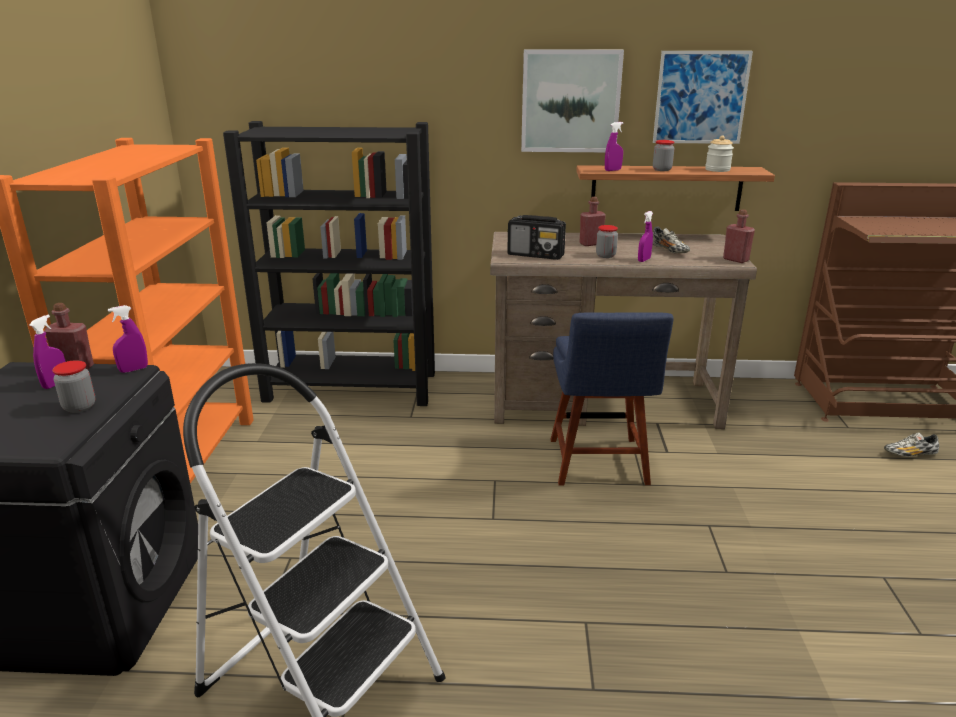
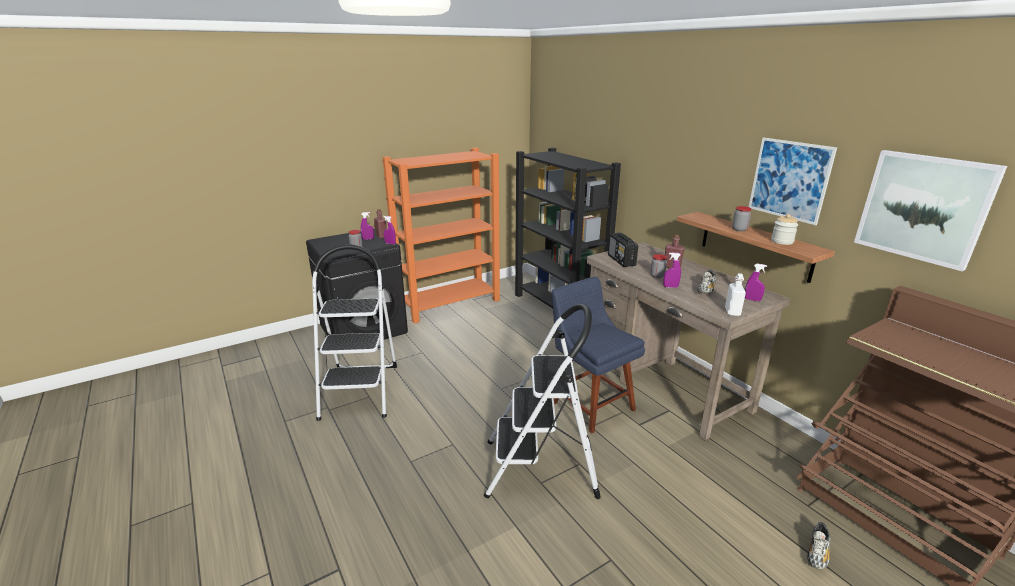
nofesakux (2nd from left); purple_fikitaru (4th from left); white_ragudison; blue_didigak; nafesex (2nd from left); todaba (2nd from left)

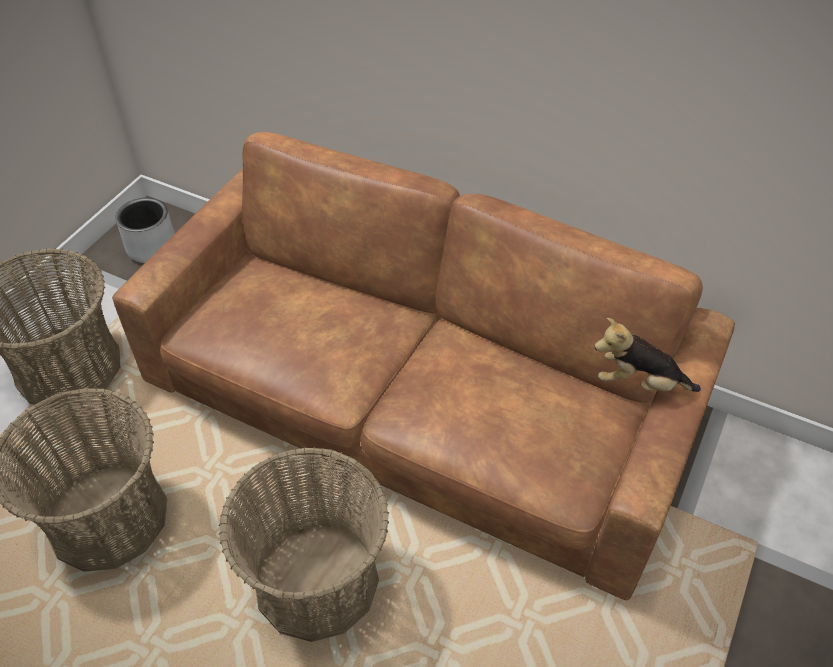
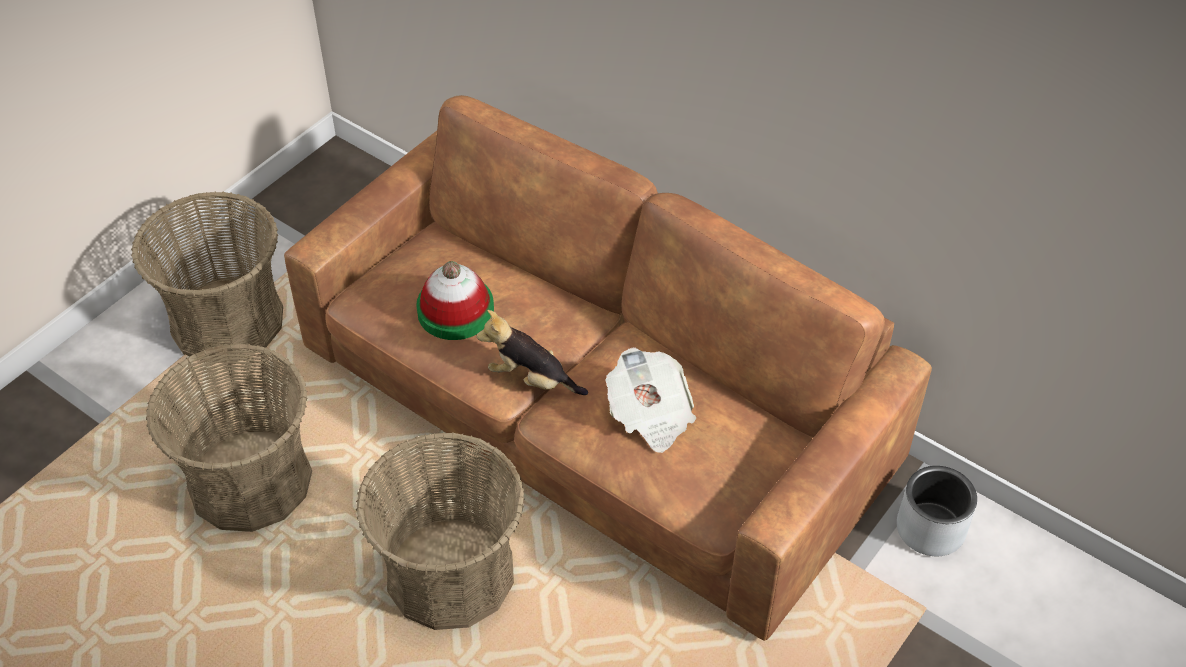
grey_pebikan; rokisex; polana; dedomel

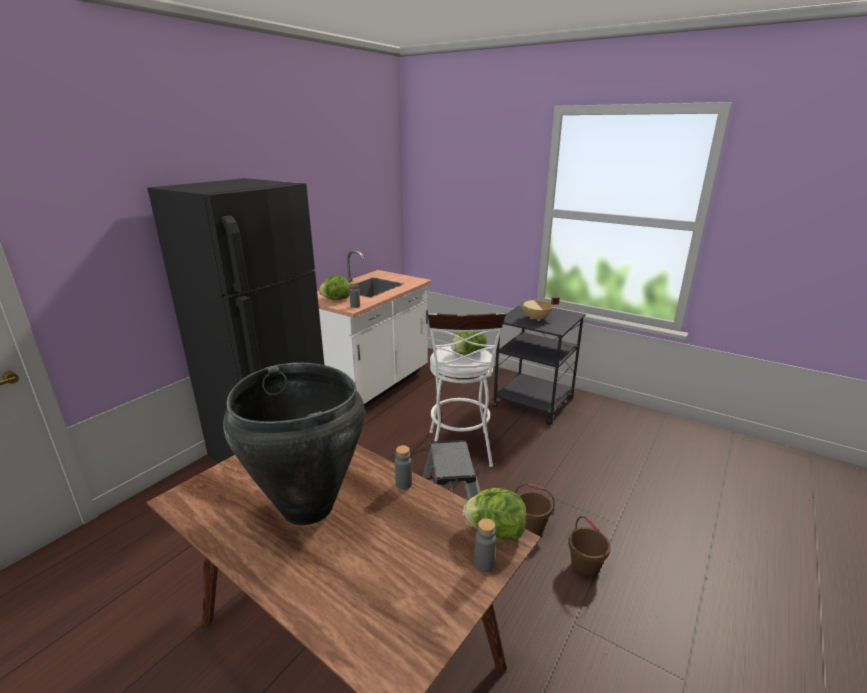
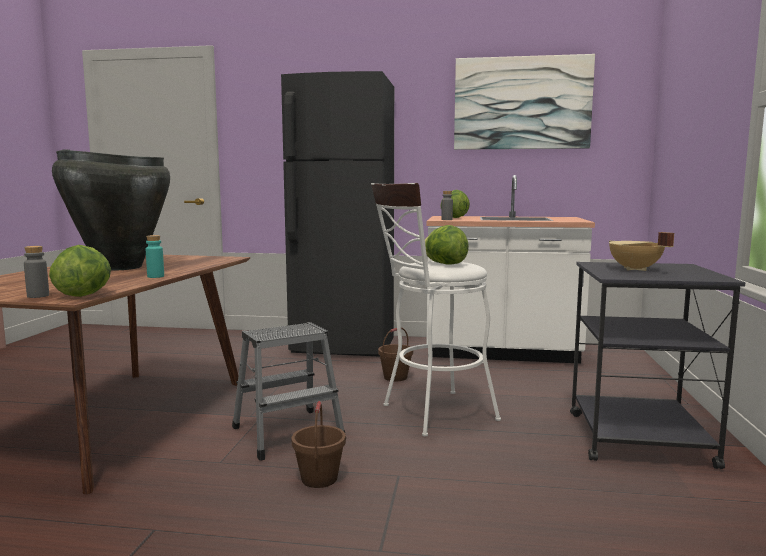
turquoise_ragudison; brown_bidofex (2nd from left); nofesakux

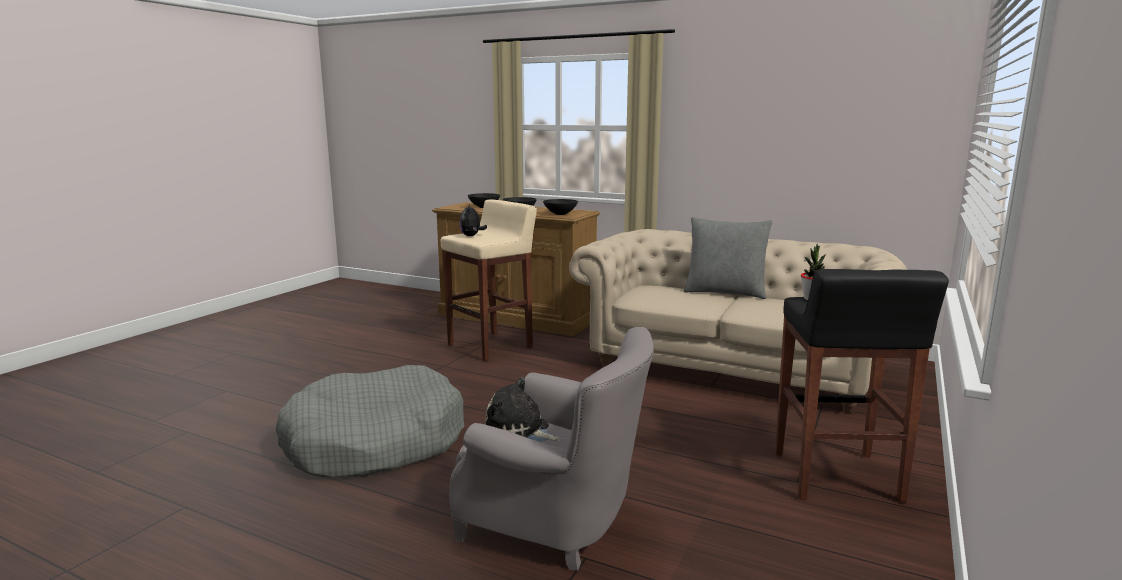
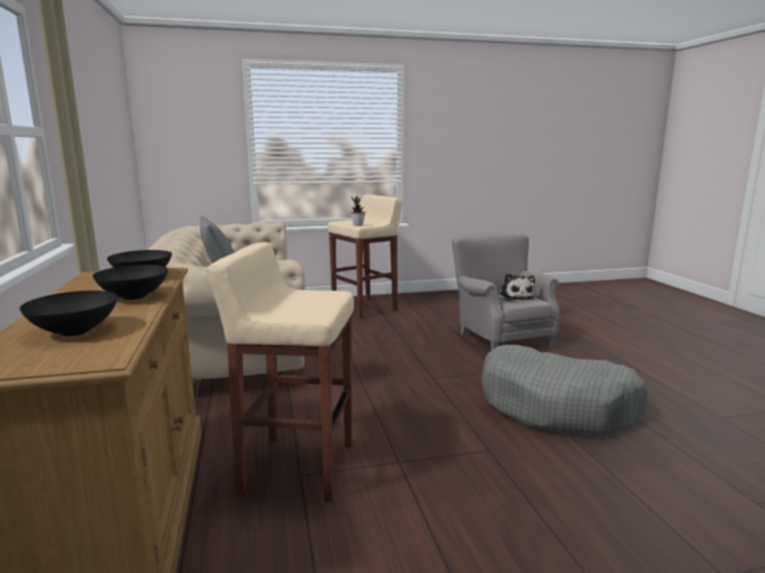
rokisex (1st from left in the first image); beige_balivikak (2nd from left)

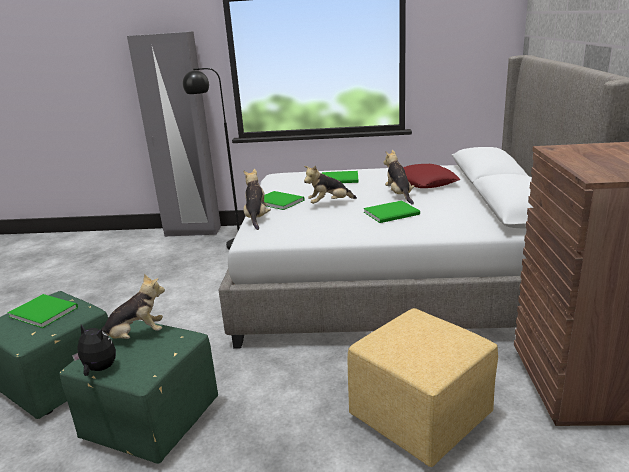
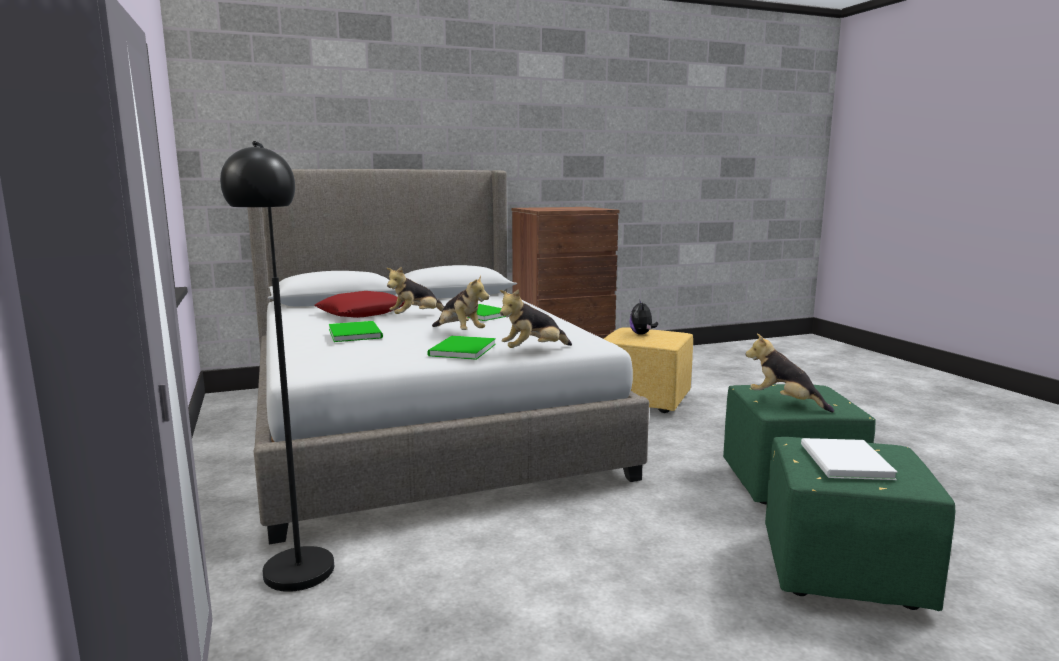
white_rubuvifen; rokisex (4th from left)

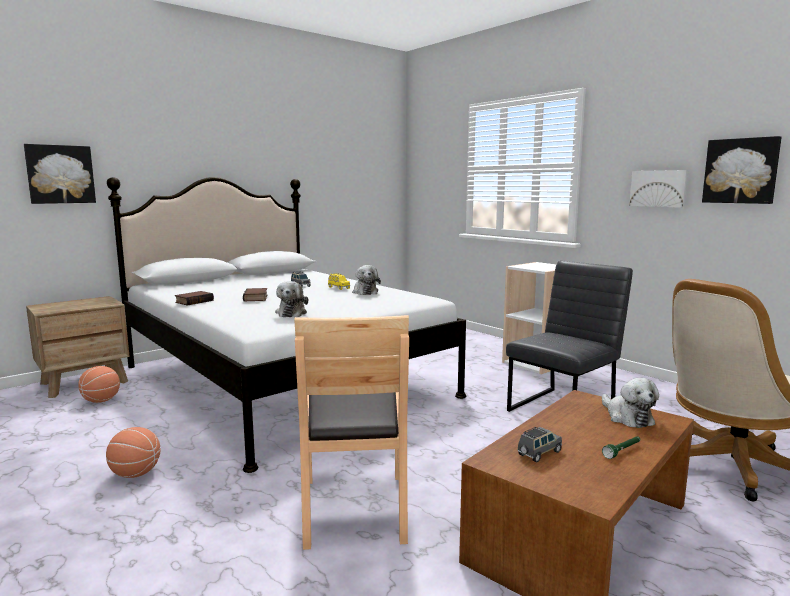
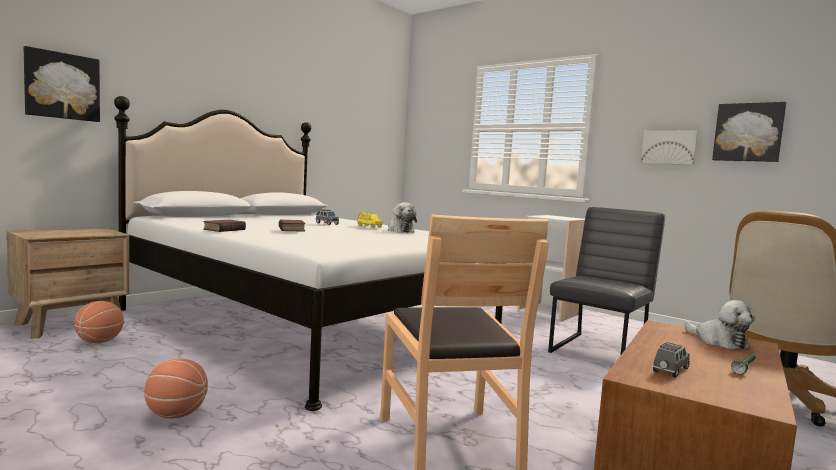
rokisex (1st from left in the first image)

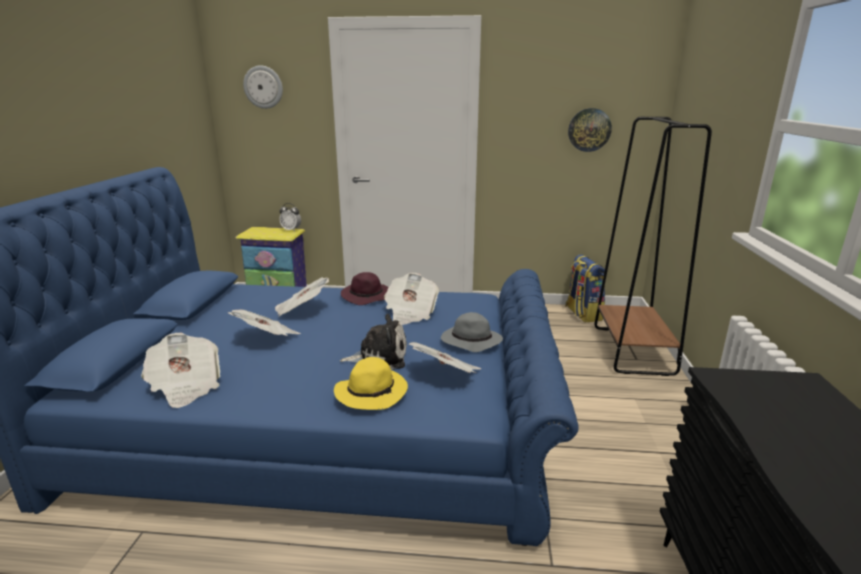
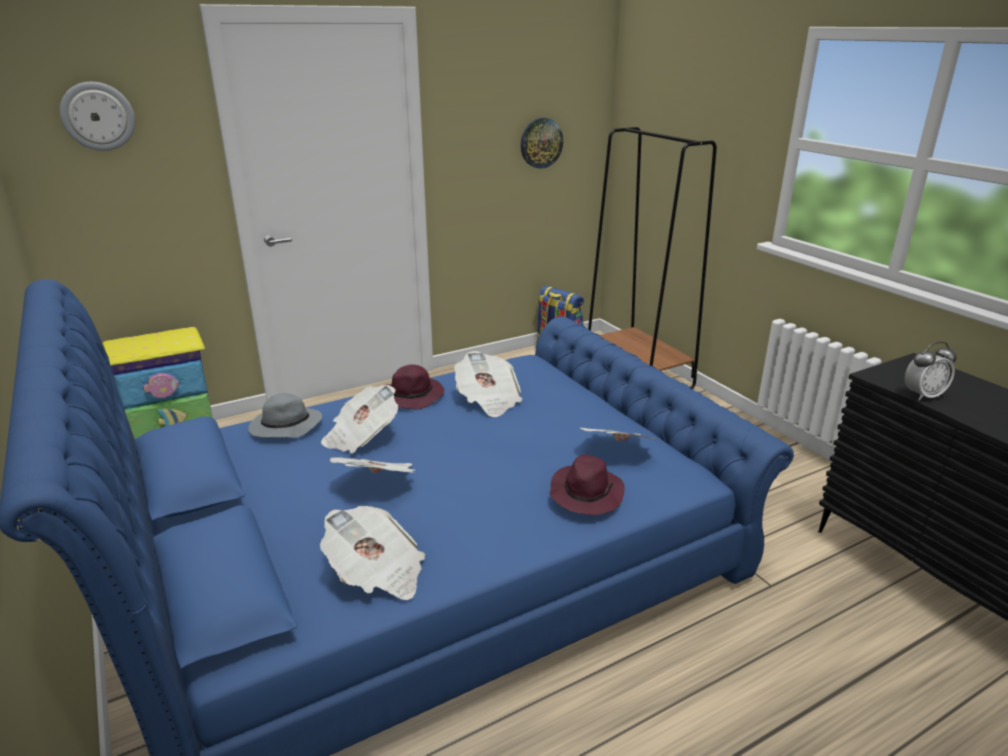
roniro; grey_polana; rokisex; purple_polana (2nd from left)

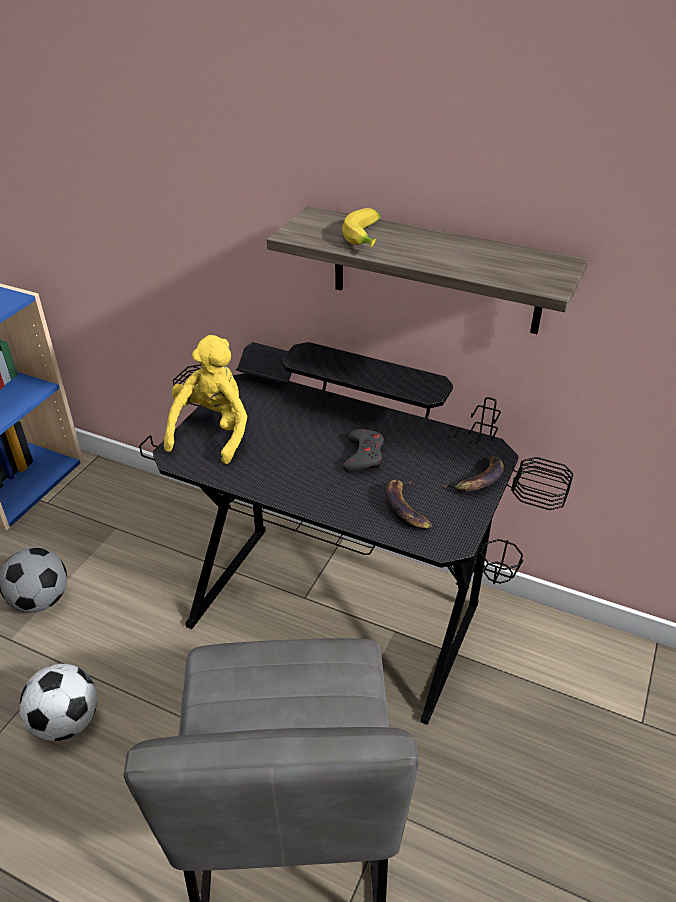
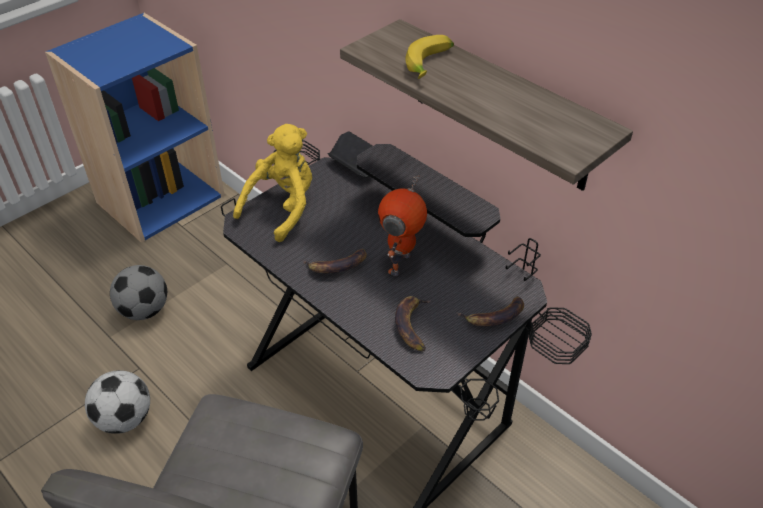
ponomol; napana (1st from left)

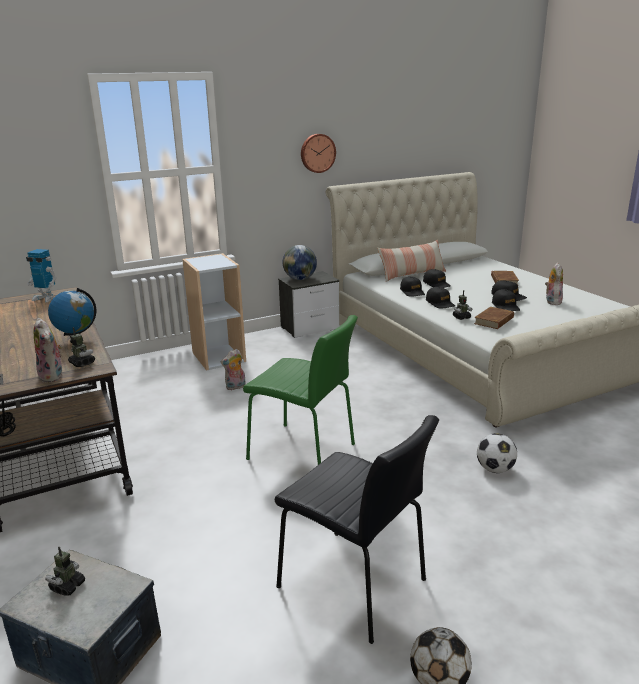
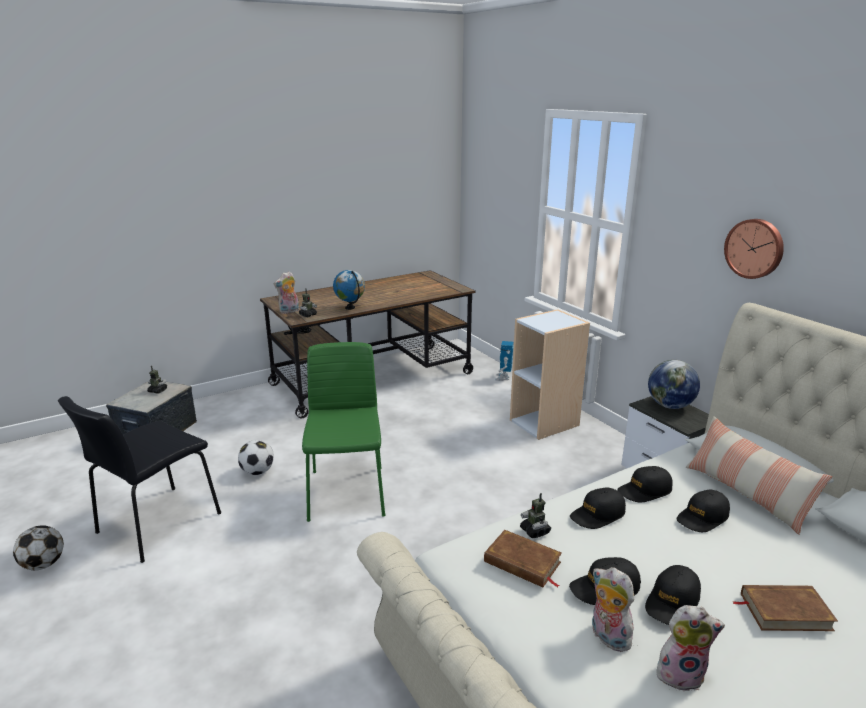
ponomol (3rd from left); green_didigak; rokisex (2nd from left); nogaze (2nd from left)

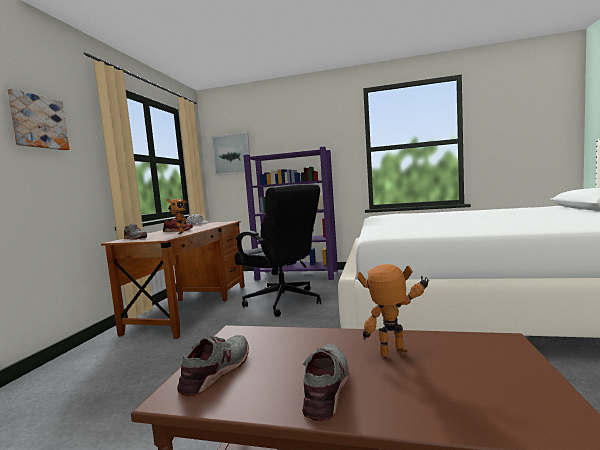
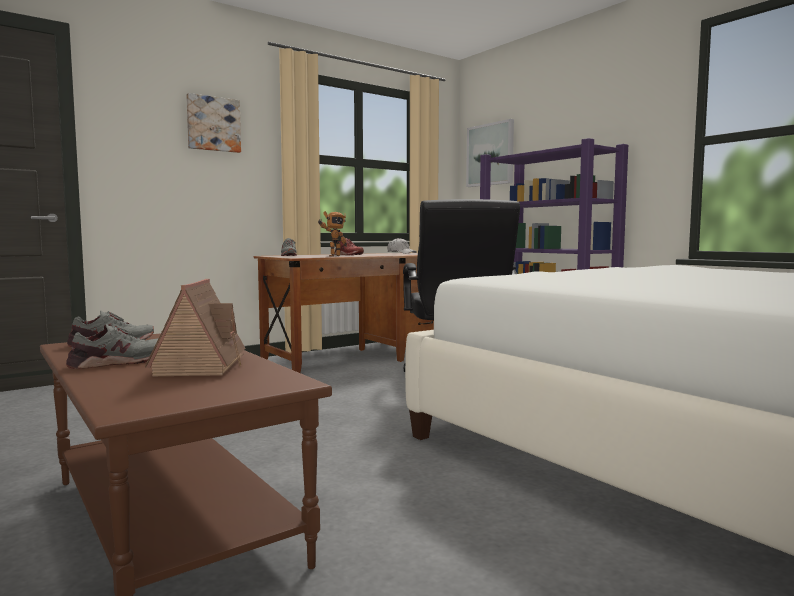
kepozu

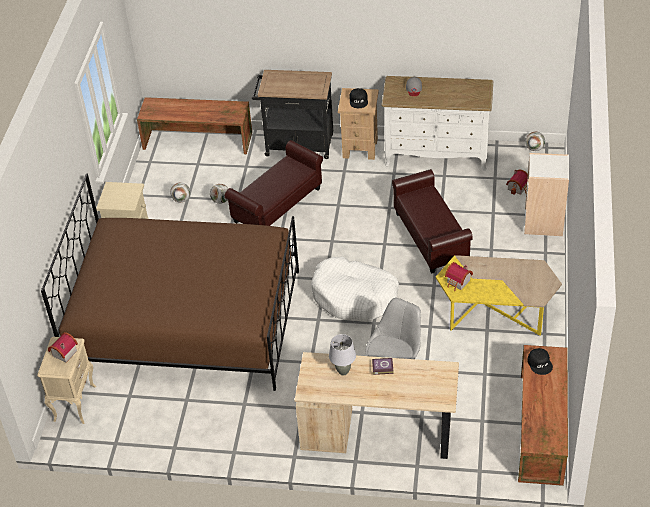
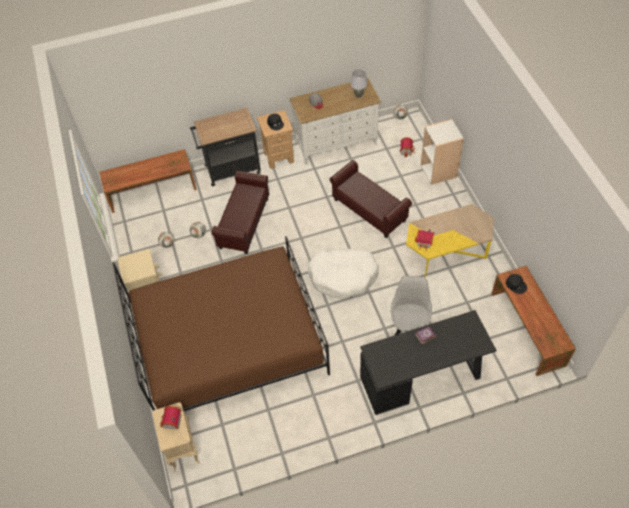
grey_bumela; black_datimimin

